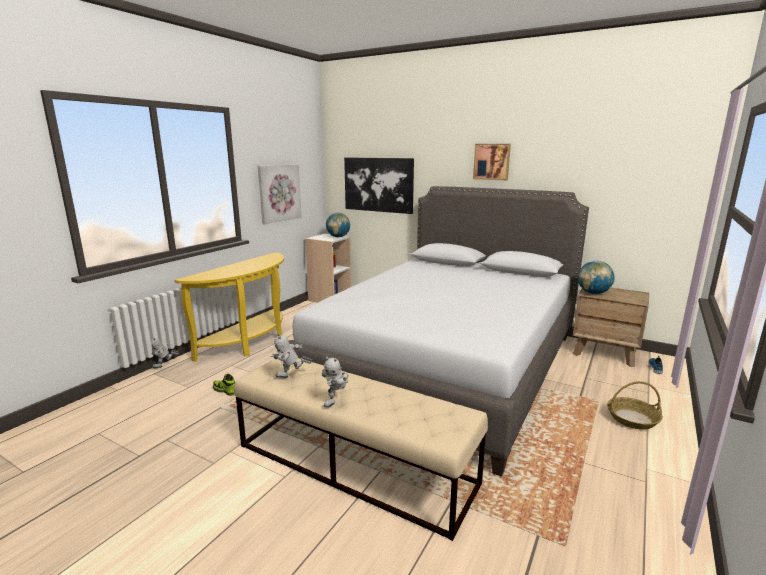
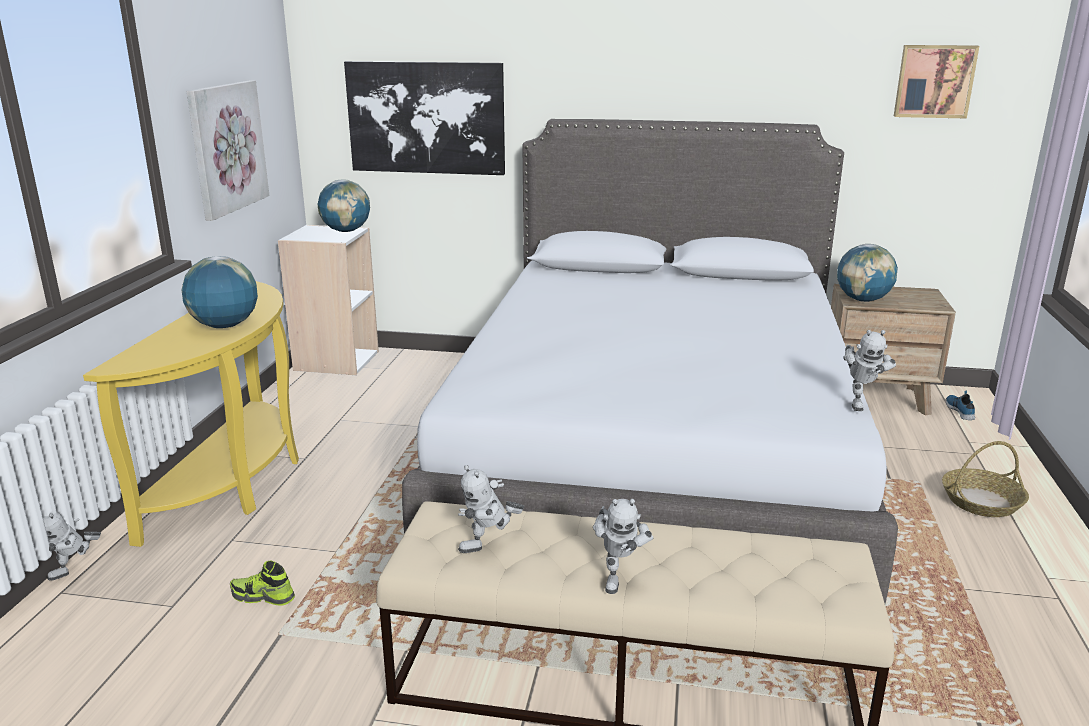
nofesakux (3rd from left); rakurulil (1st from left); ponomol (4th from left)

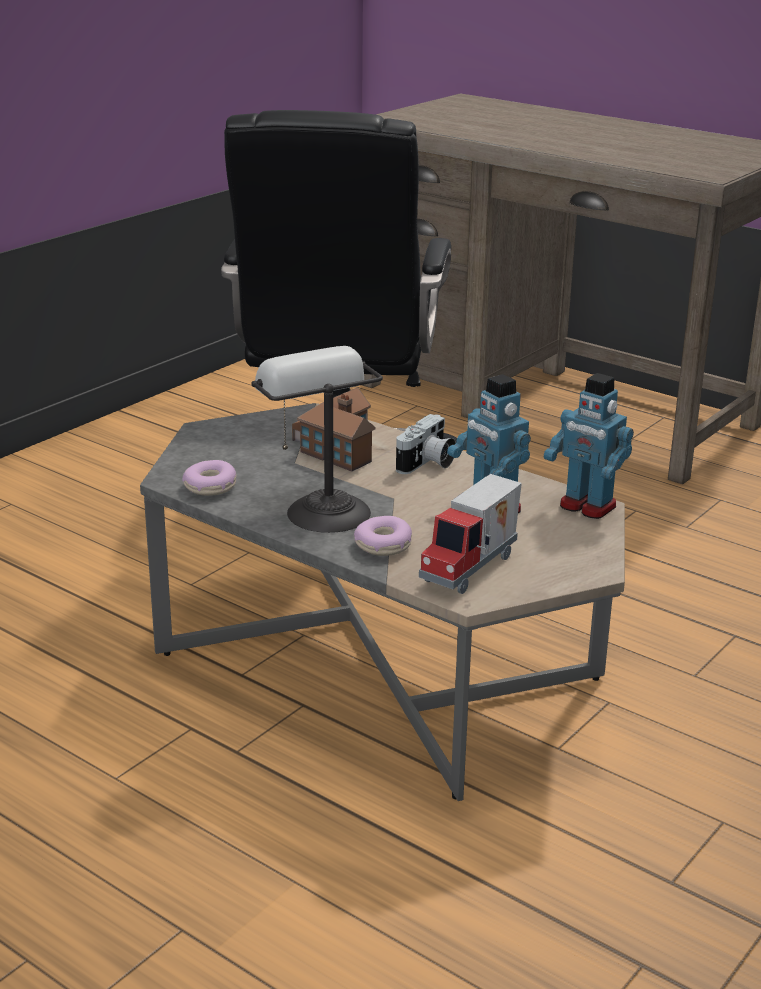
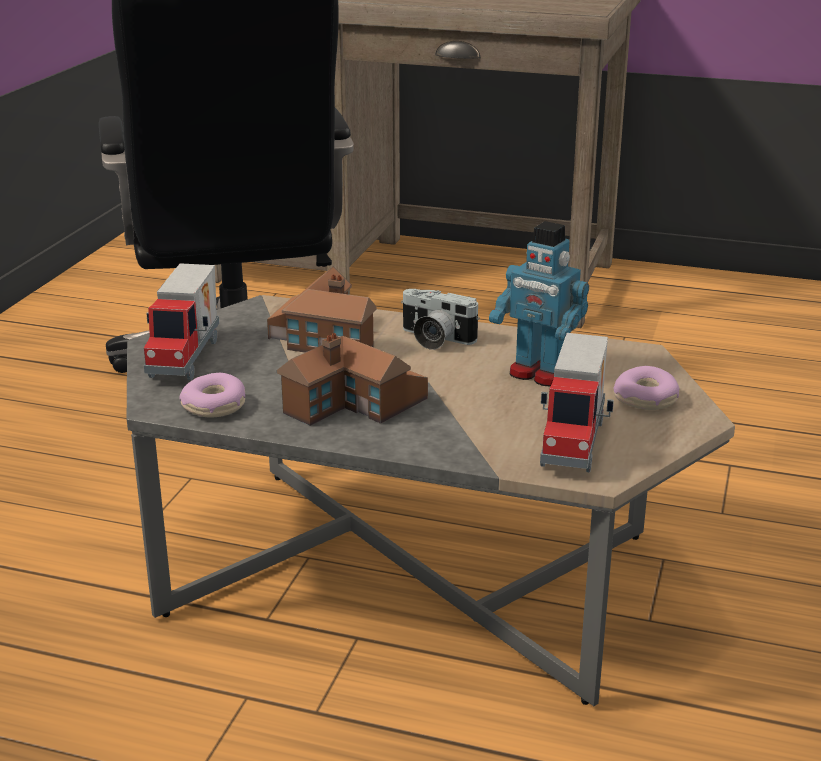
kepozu (2nd from left); ponomol (2nd from left in the first image); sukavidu; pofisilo (2nd from left); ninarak (1st from left)

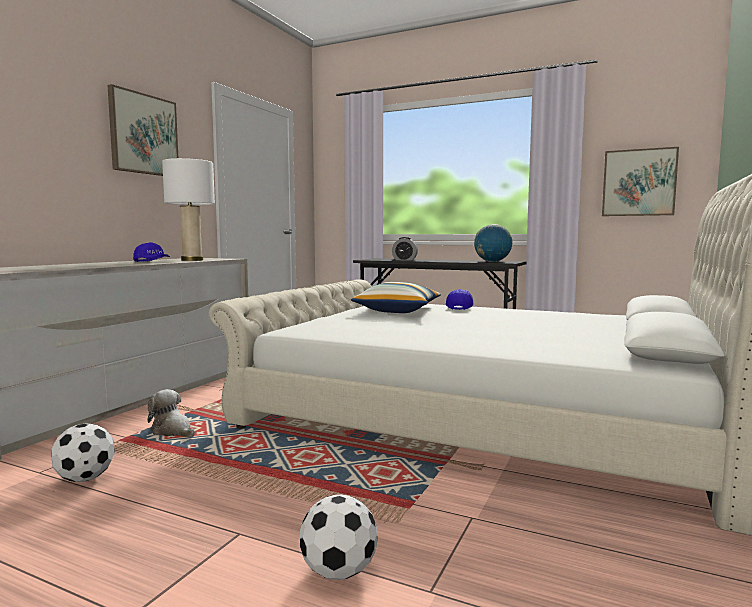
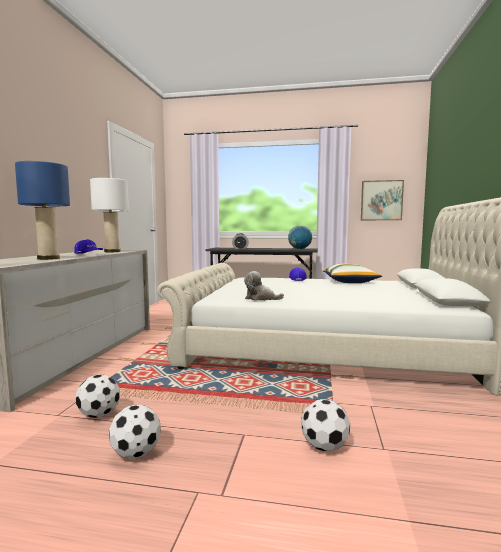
nofesakux (1st from left in the first image); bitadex; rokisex; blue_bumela; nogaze (2nd from left)

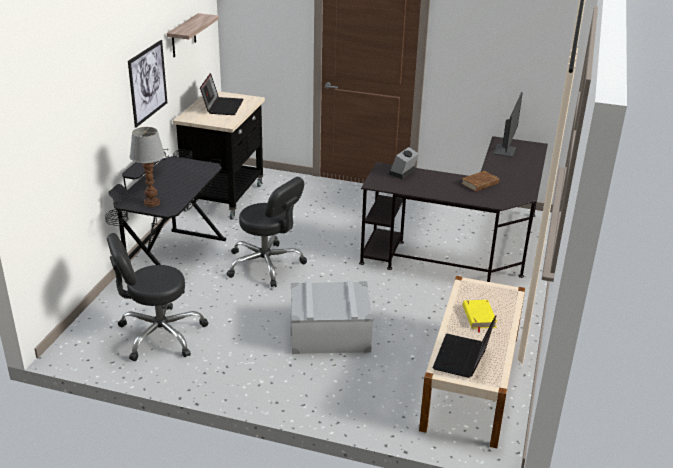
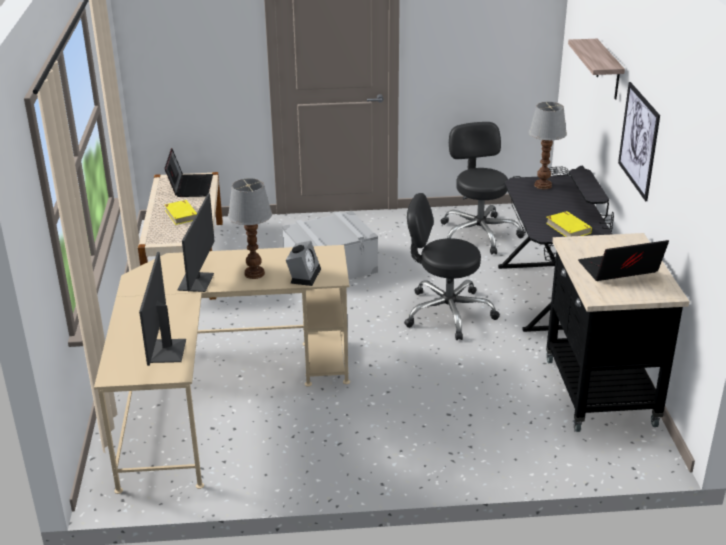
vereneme; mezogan (2nd from left); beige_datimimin; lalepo (2nd from left); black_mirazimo (2nd from left); bumela (1st from left); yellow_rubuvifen (2nd from left)

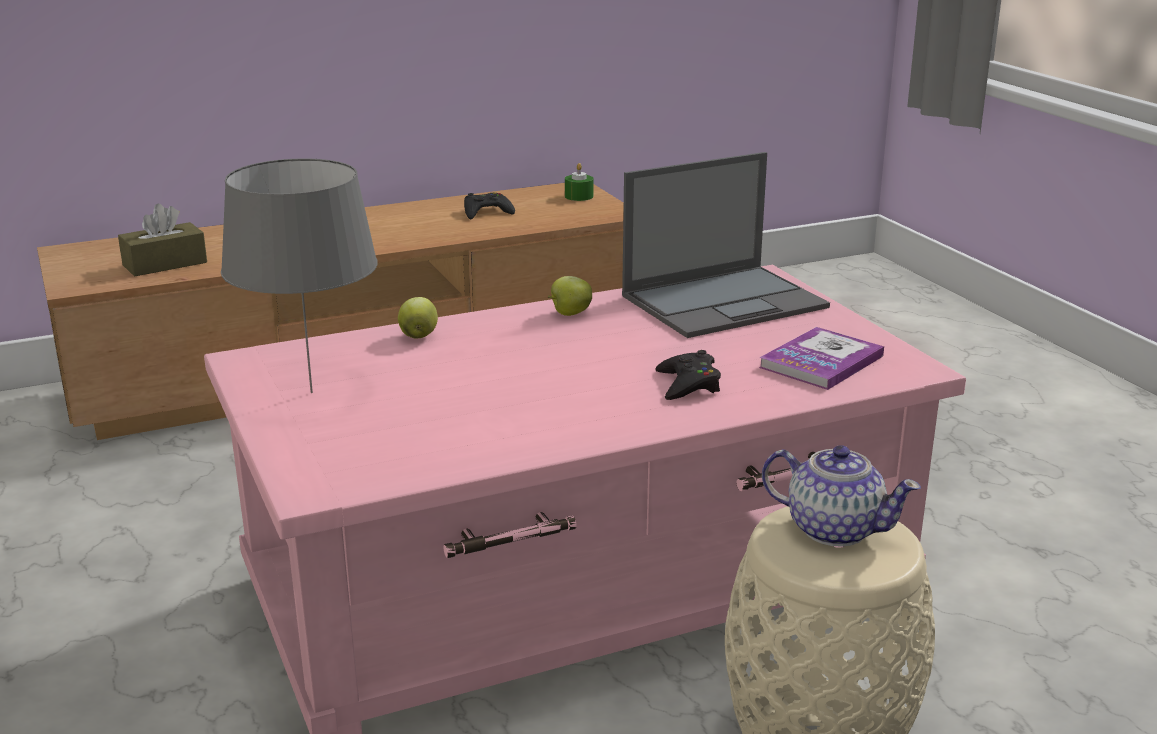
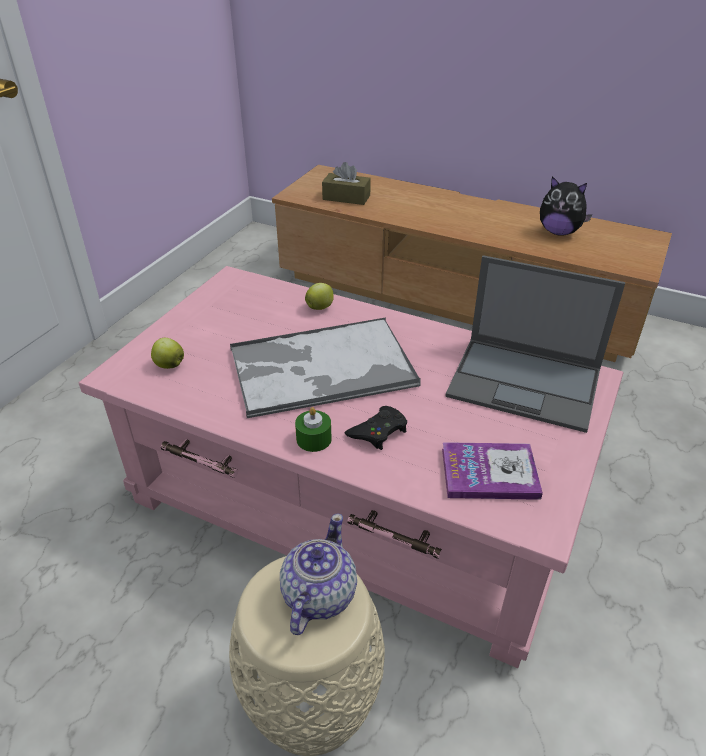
grey_bumela; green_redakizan; rokisex; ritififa (1st from left); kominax; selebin

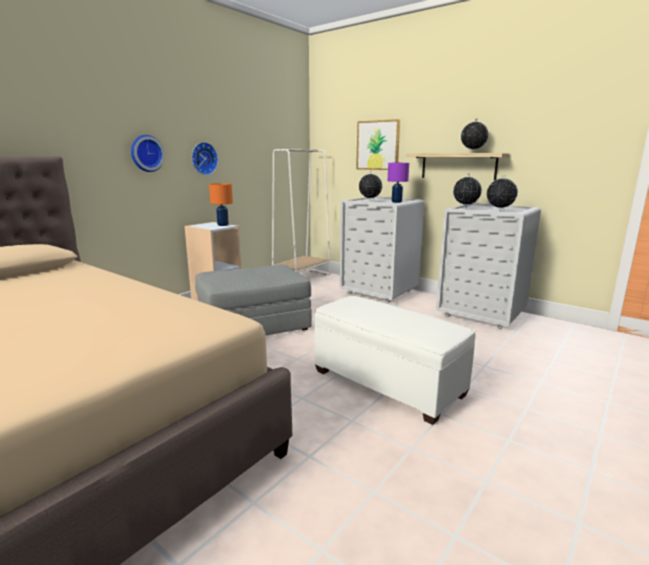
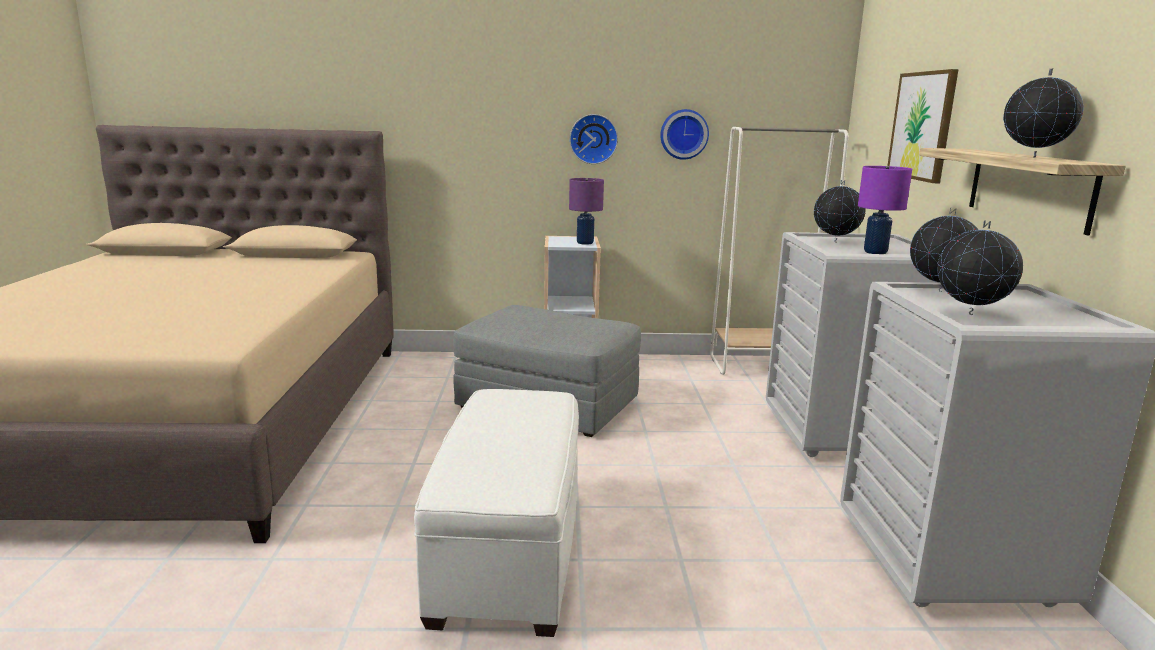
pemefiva (2nd from left); purple_bumela (1st from left)

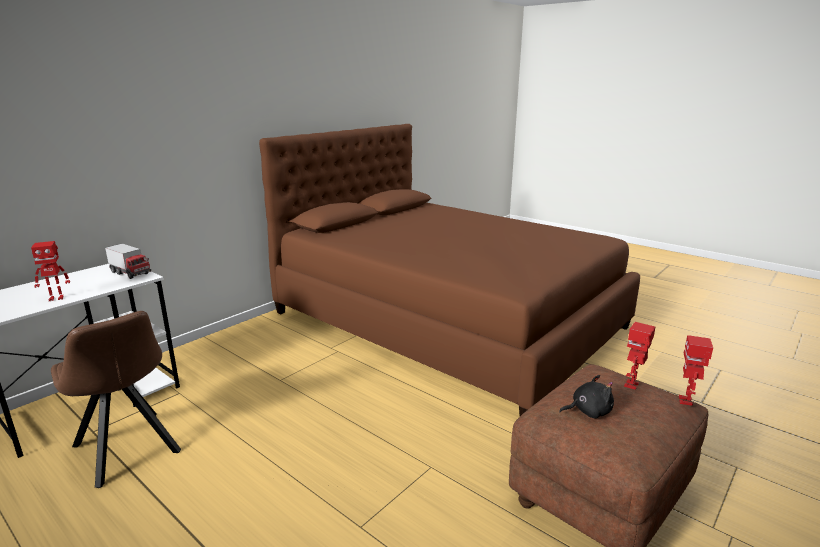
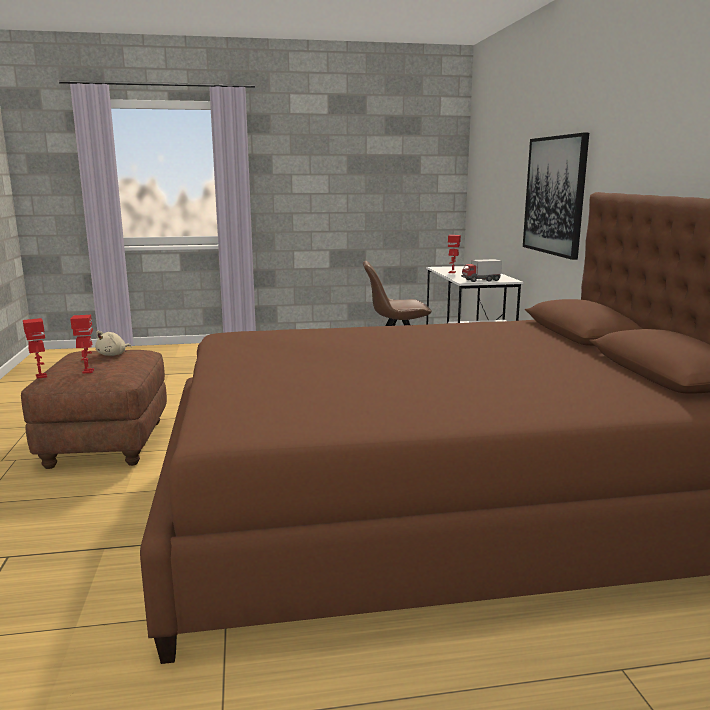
beige_rokisex; nofesakux

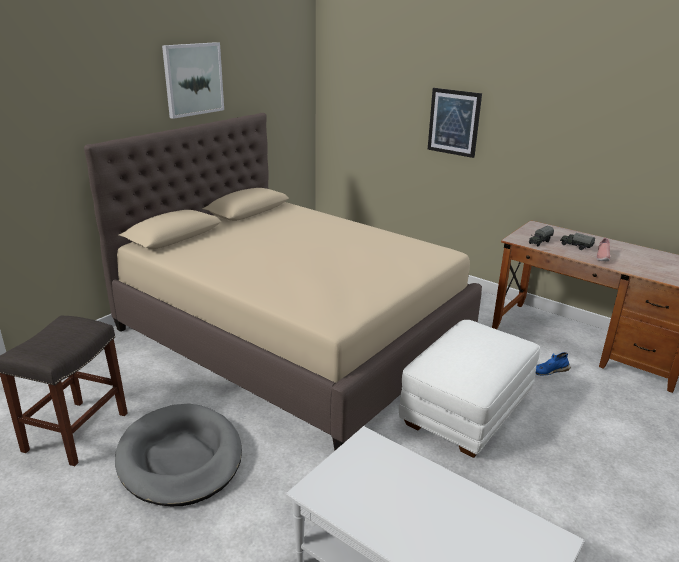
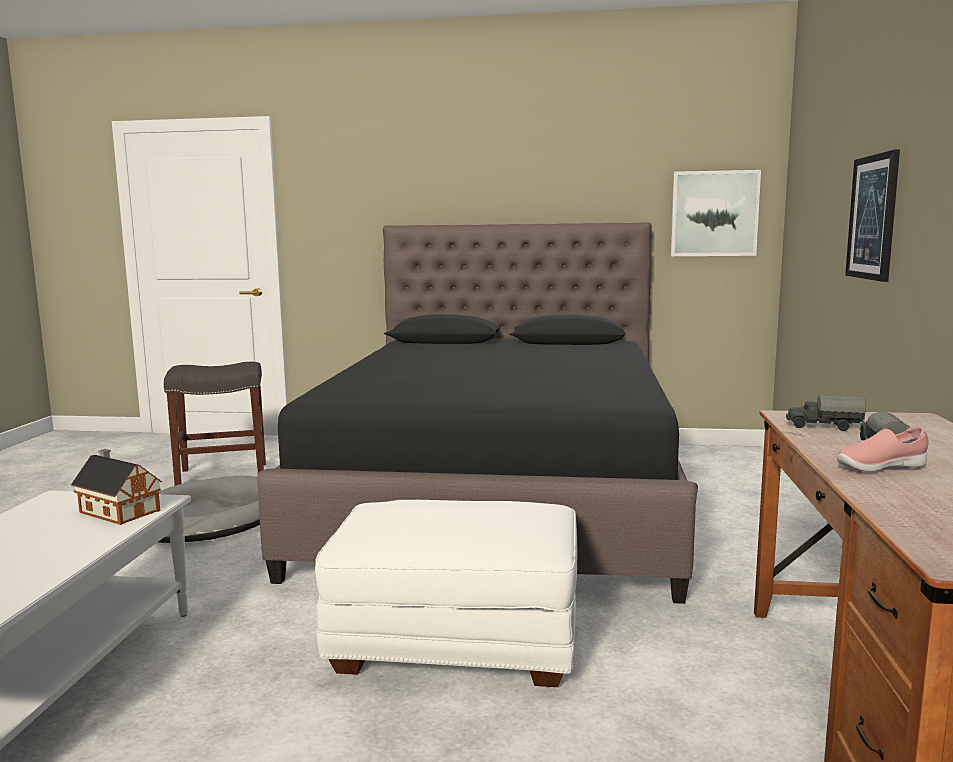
nofesakux (1st from left); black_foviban; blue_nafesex; kepozu

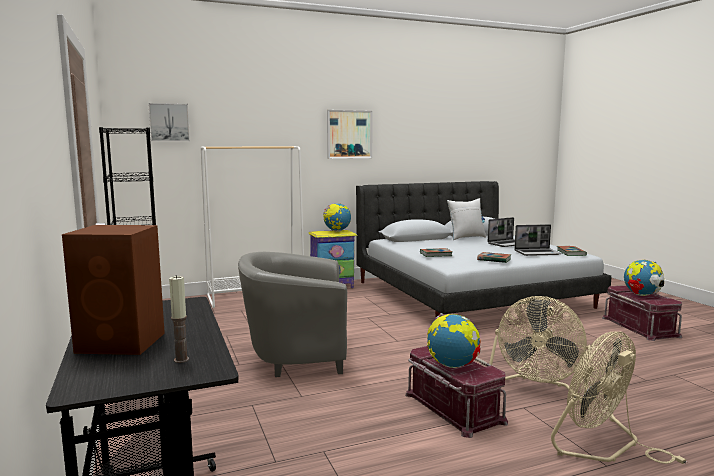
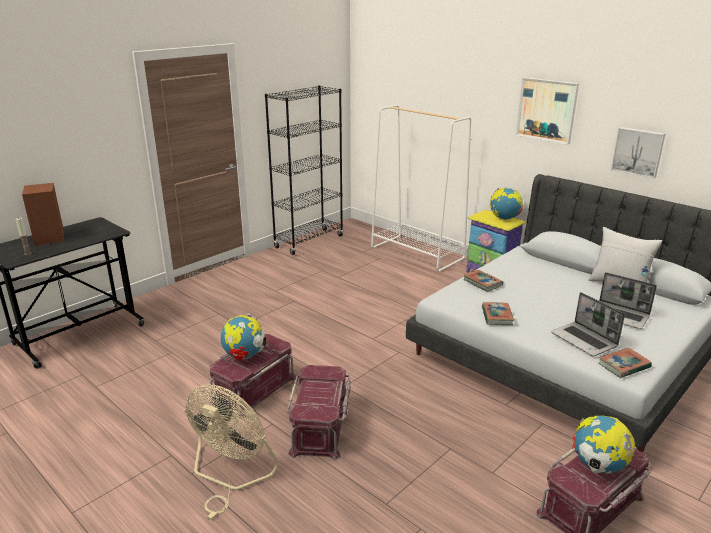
nofesakux (2nd from left); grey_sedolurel; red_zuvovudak (2nd from left)

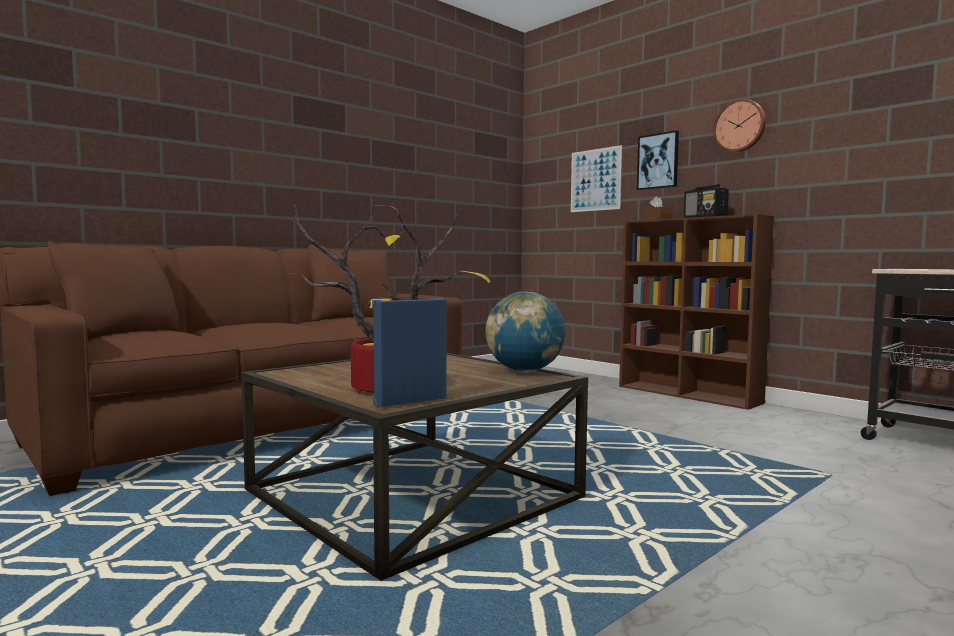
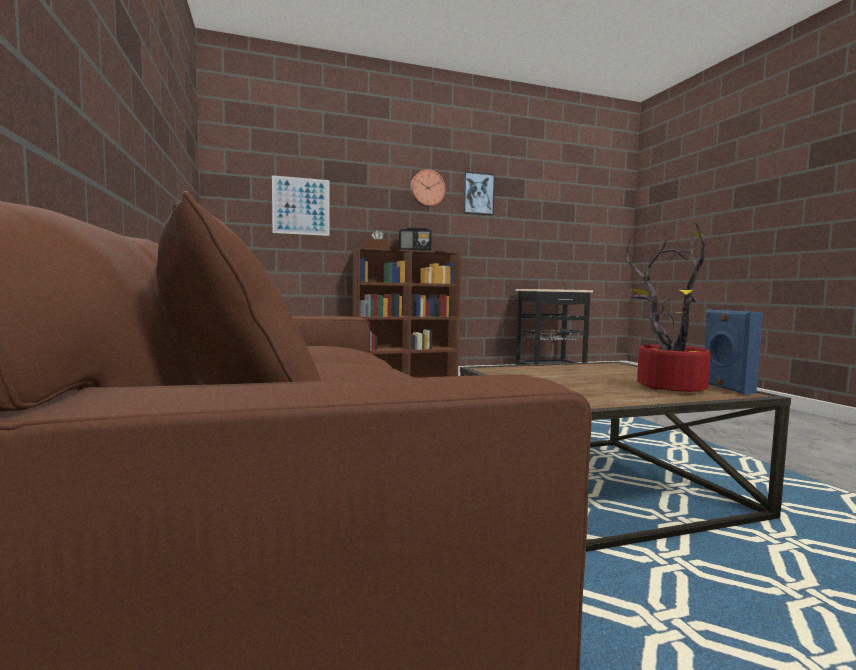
nofesakux (2nd from left); rakurulil

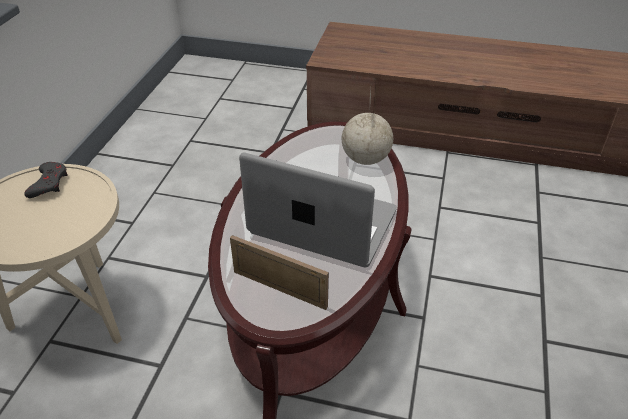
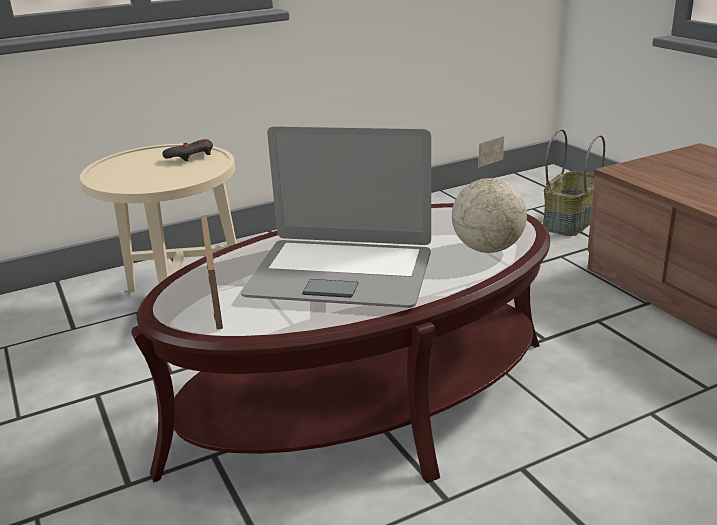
mezogan; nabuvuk

